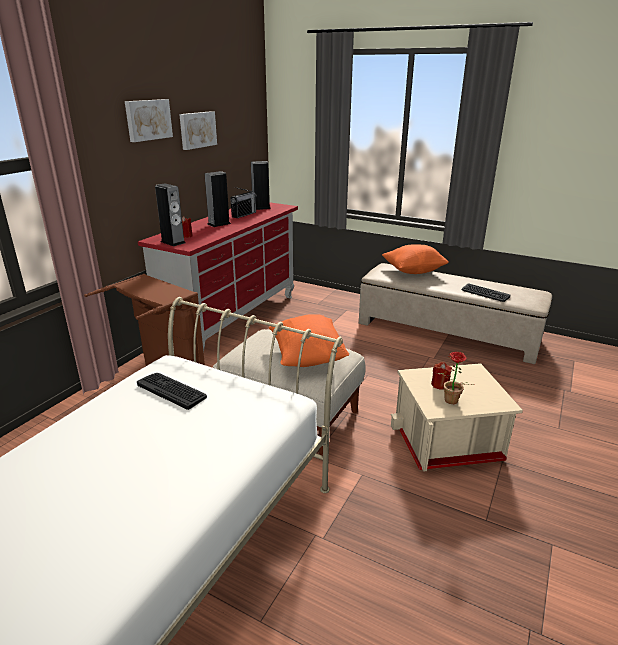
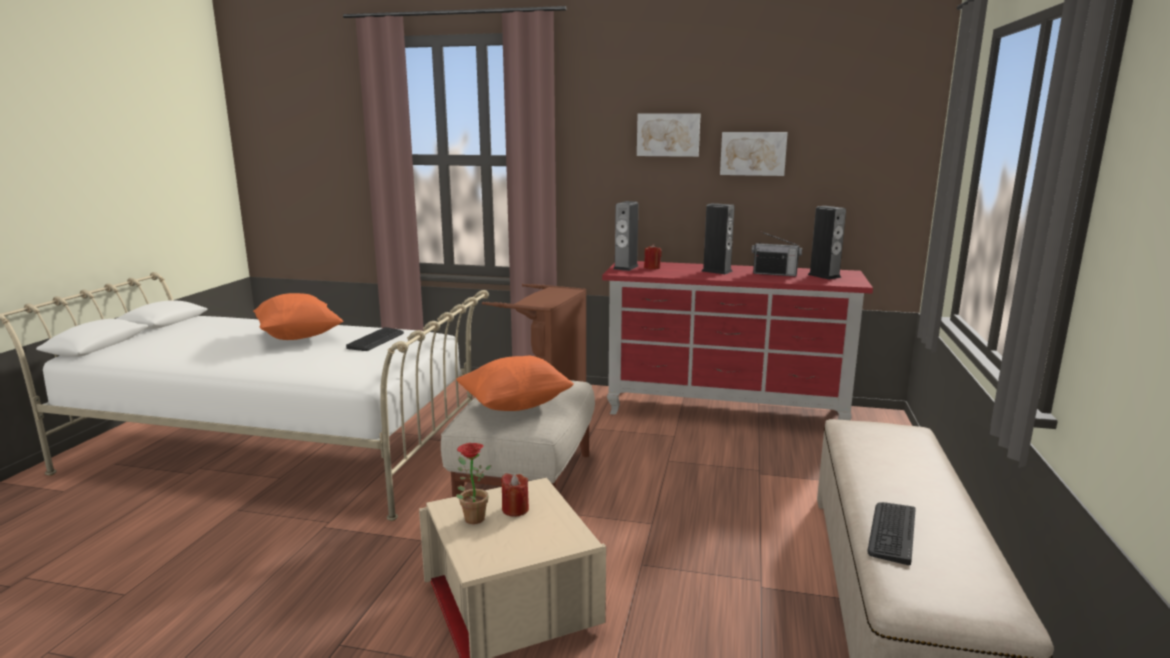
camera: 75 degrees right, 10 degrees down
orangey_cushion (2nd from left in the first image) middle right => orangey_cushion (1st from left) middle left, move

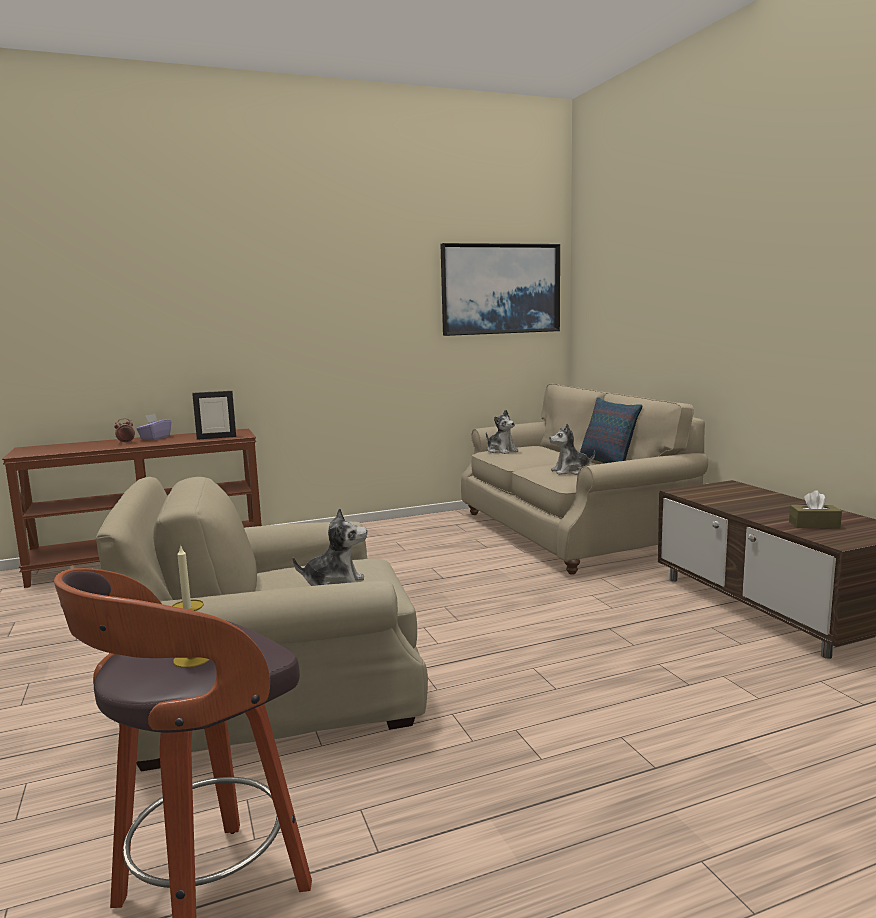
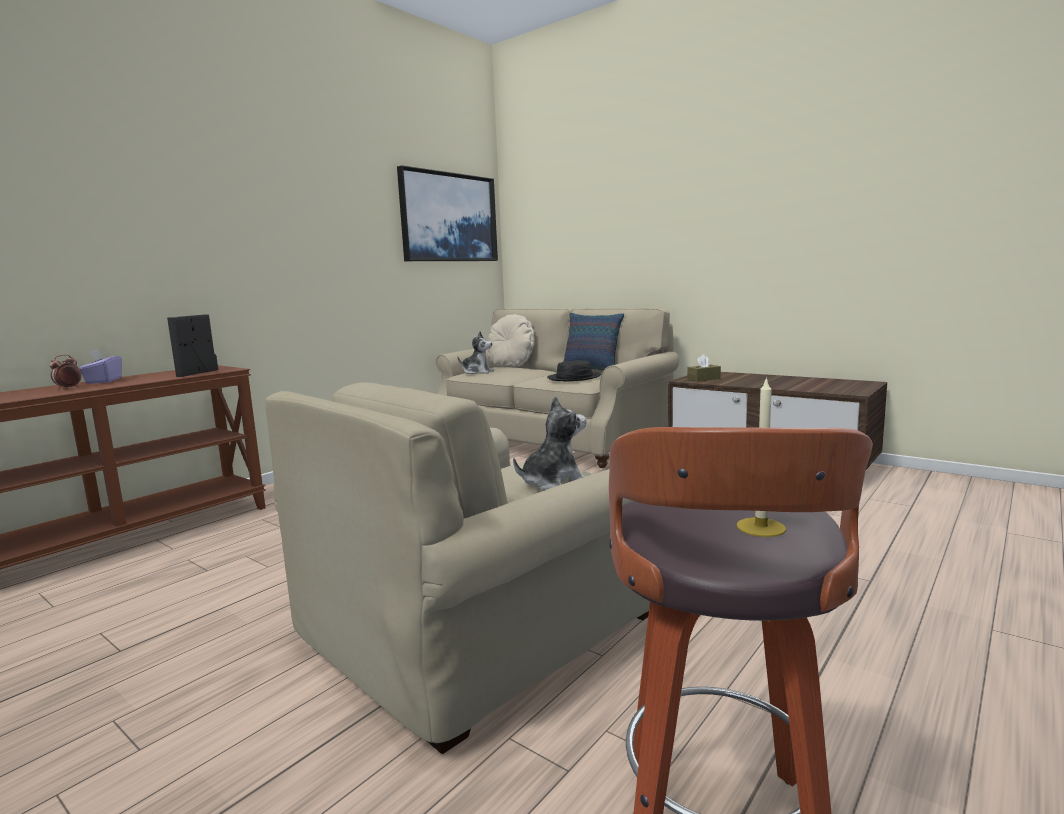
camera: 30 degrees left, 0 degrees up
standing_frame middle left, 150 degrees clockwise
plush_toy (3rd from left) centre => black-coloured_wearable_hat centre
brown-coloured_tissue_box middle right => brown-coloured_tissue_box centre, move
nothing => beige_cushion centre

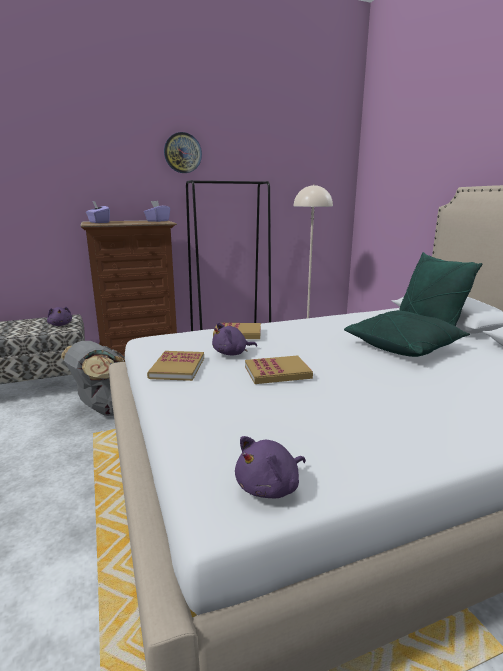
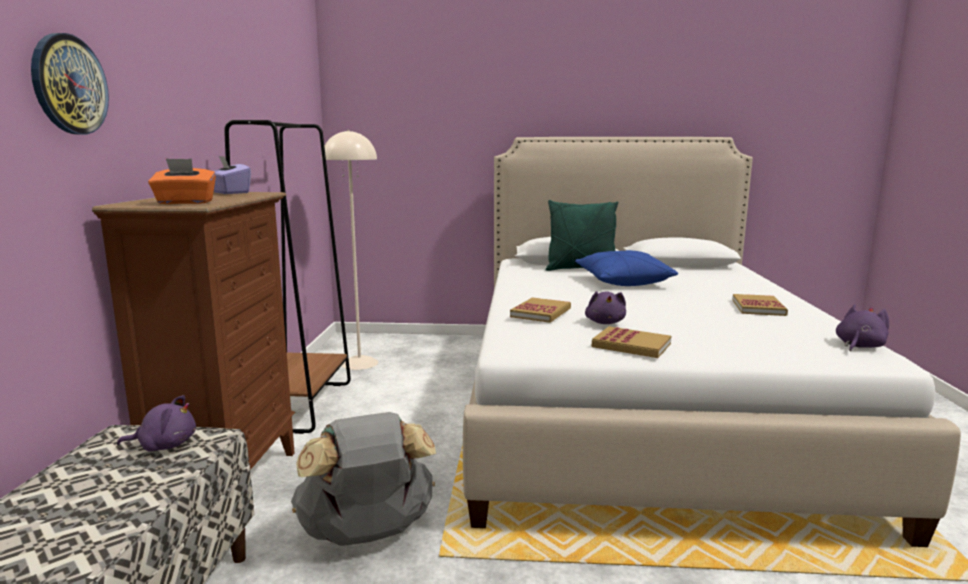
camera: 65 degrees left, 5 degrees down
purple_tissue_box (1st from left) top left => orangey_tissue_box top left
hanging_clock top centre => hanging_clock top left, move
purple_plush_toy (3rd from left) bottom centre => purple_plush_toy (3rd from left) middle right, 120 degrees counterclockwise
bound_book (3rd from left) centre => bound_book (3rd from left) middle right, move
green_cushion (1st from left) middle right => blue-coloured_cushion centre

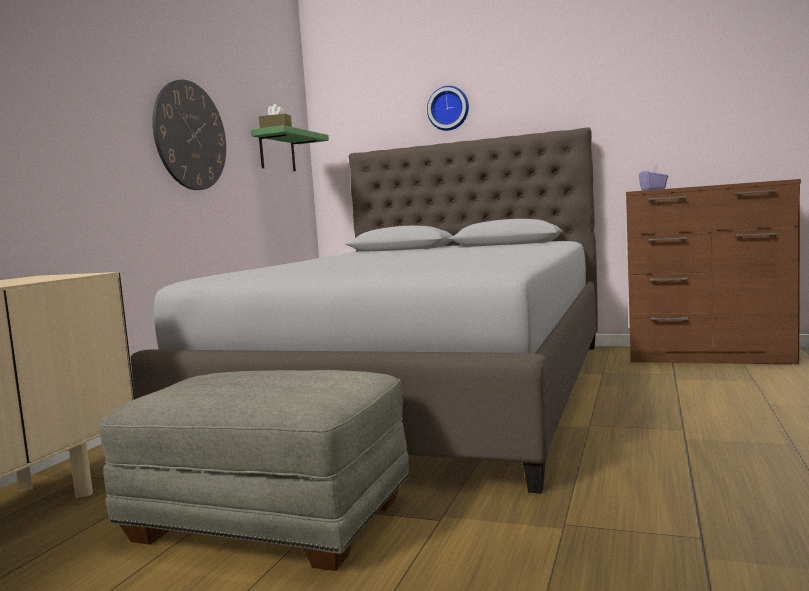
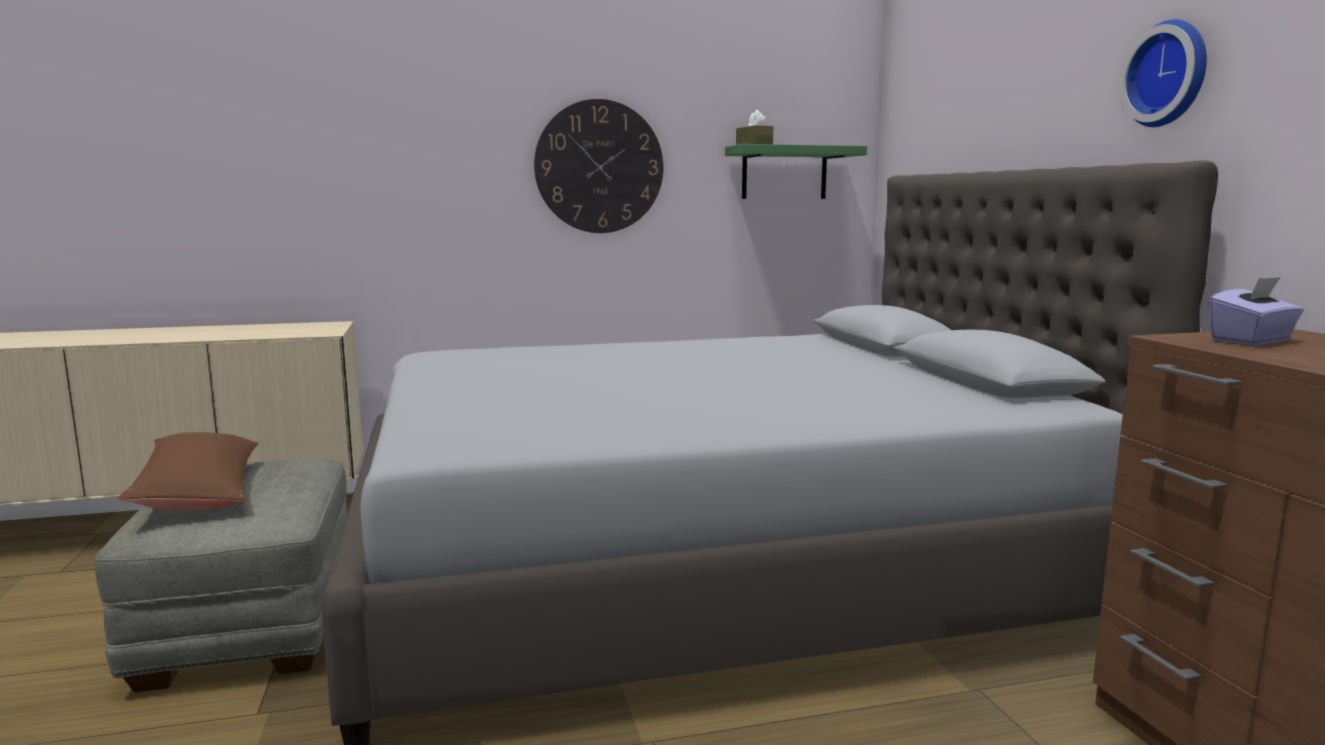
camera: 55 degrees right, 5 degrees up
hanging_clock (2nd from left) top centre => hanging_clock (2nd from left) top right, move
nothing => brown-coloured_cushion middle left

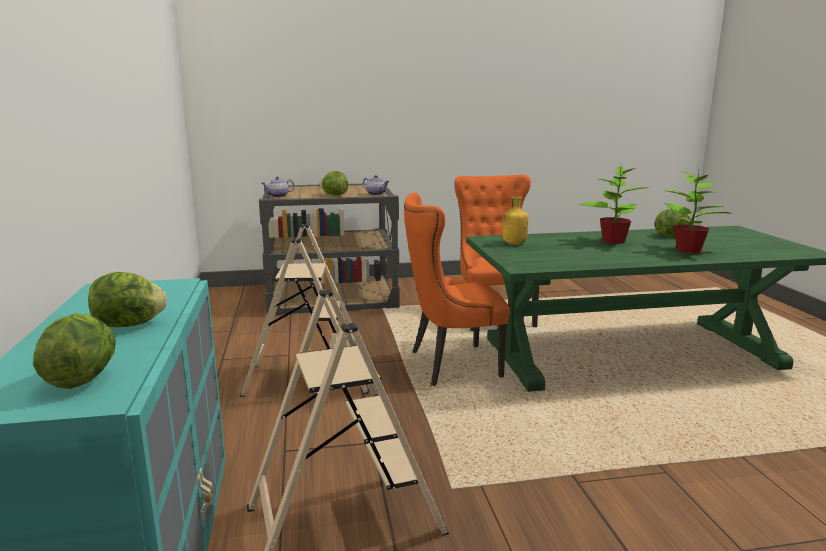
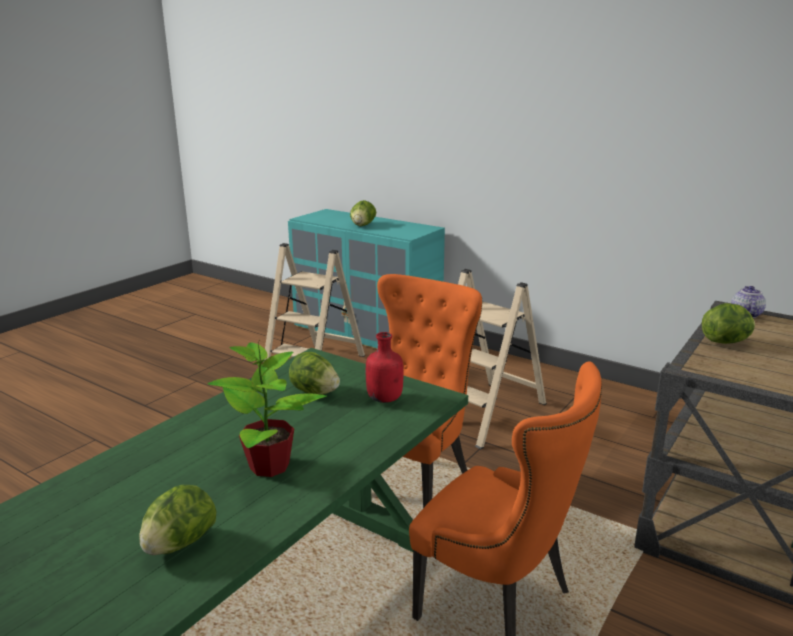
camera: 135 degrees right, 5 degrees up
lettuce_head (1st from left in the first image) middle left => lettuce_head (2nd from left) centre, move
teapot (2nd from left) centre => nothing
yellow-coloured_beverage_bottle centre => reddish_beverage_bottle centre
houseplant (2nd from left) middle right => nothing

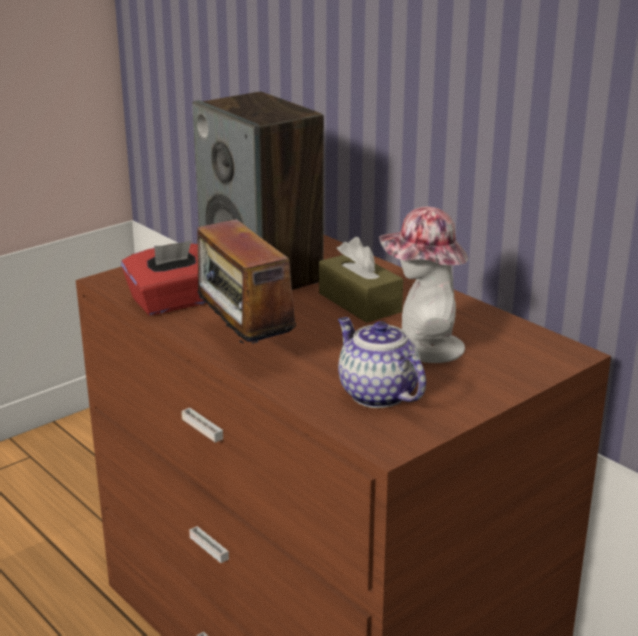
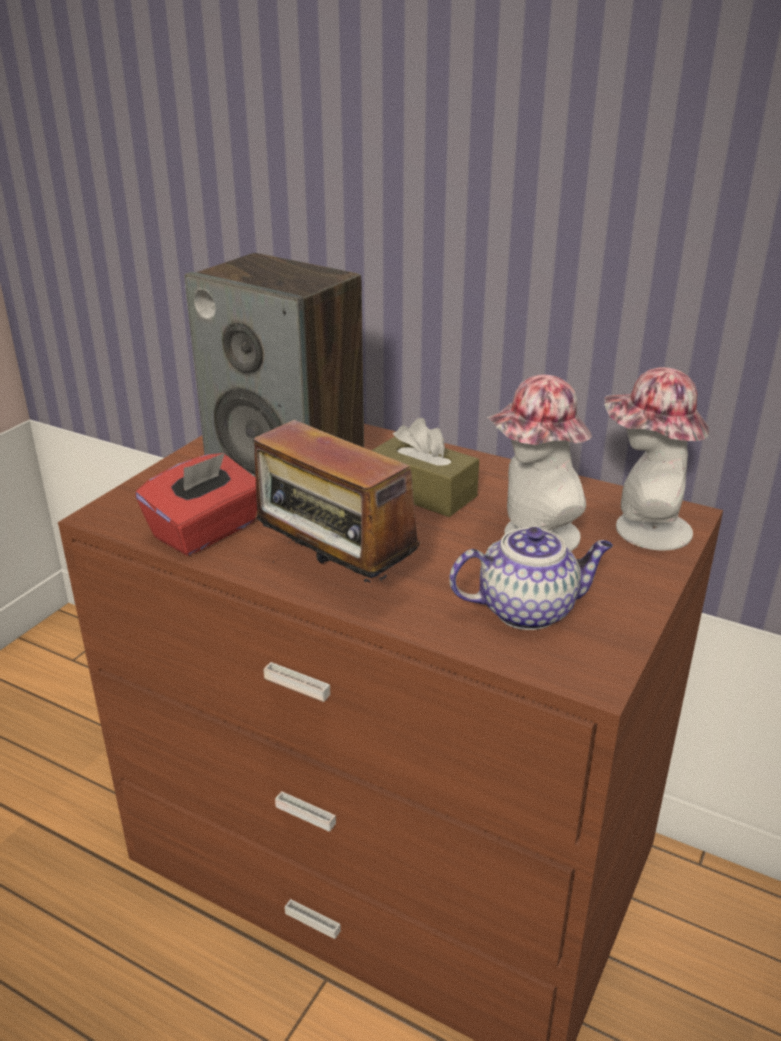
camera: 20 degrees left, 5 degrees up
teapot centre => teapot middle right, 135 degrees clockwise
nothing => wearable_hat (2nd from left) middle right

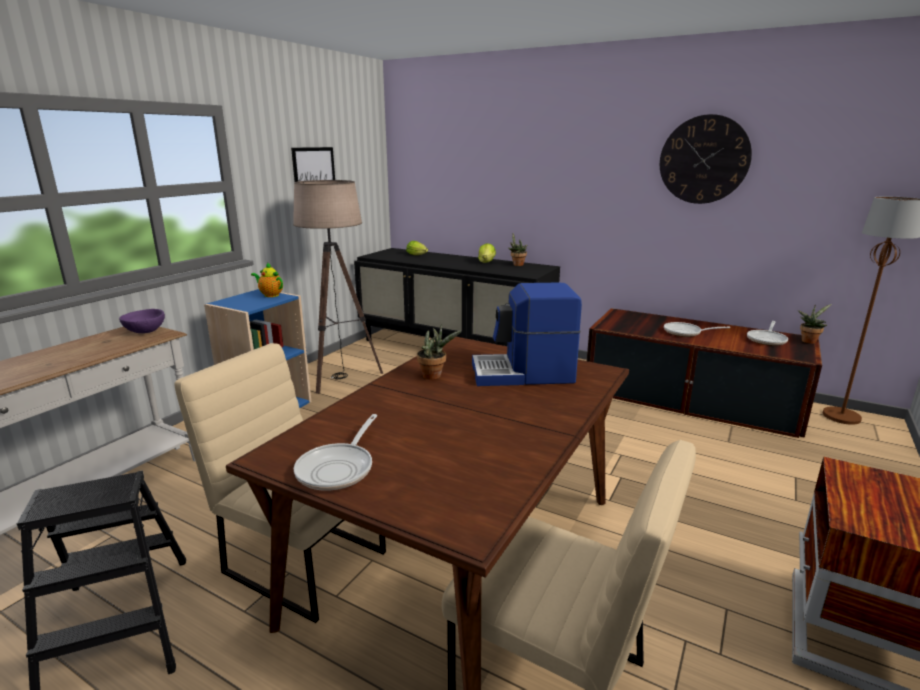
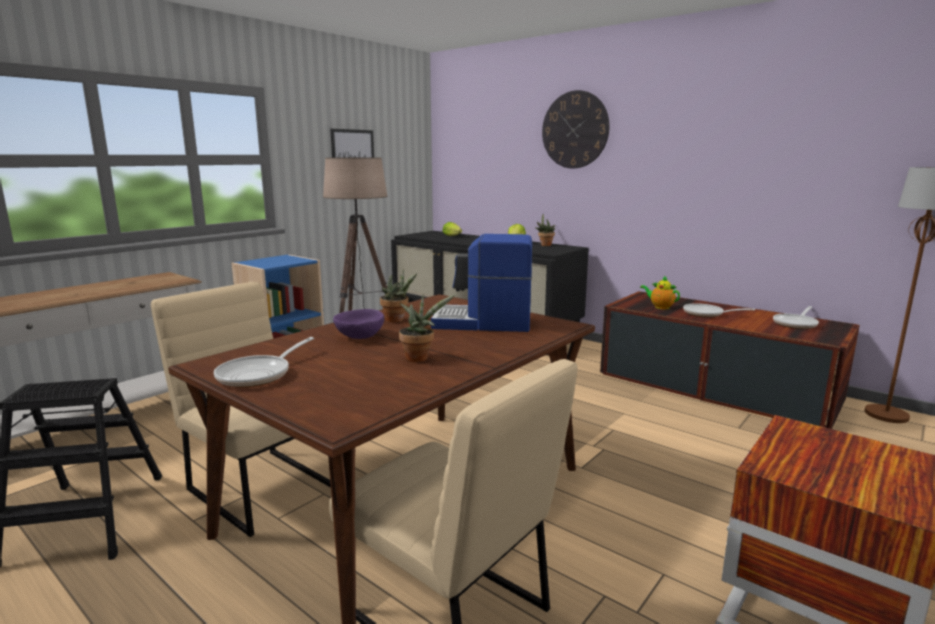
camera: 10 degrees right, 5 degrees down
purple_bowl middle left => purple_bowl centre, move
teapot middle left => teapot middle right, move
hanging_clock top right => hanging_clock top centre, move
houseplant (3rd from left in the first image) middle right => houseplant (2nd from left) centre, move

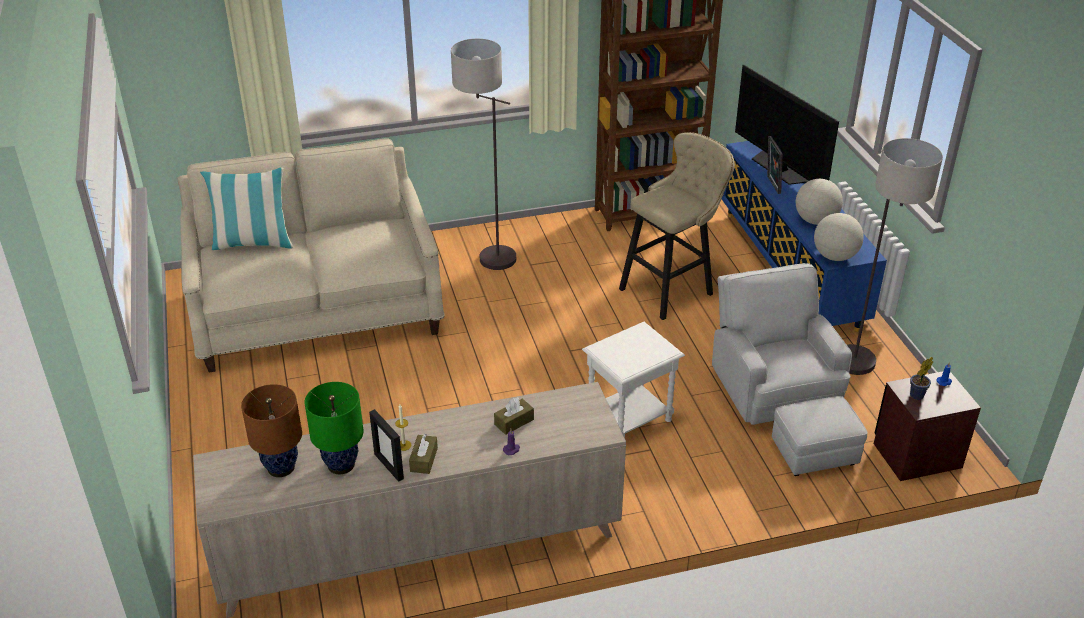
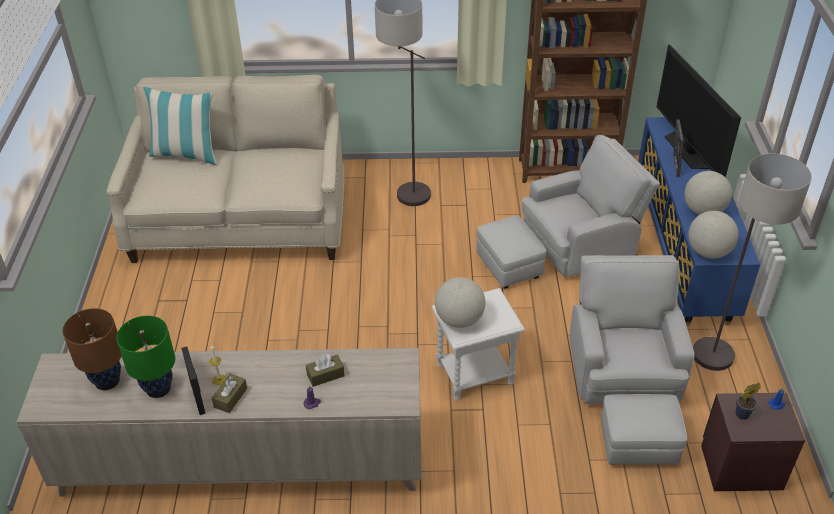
camera: 15 degrees right, 5 degrees up
beige_stool centre => white_lounge_chair (1st from left) middle right
nothing => world_globe (1st from left) centre

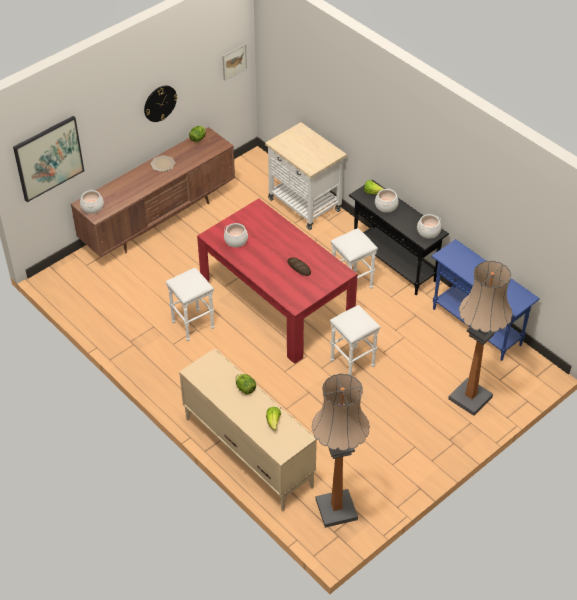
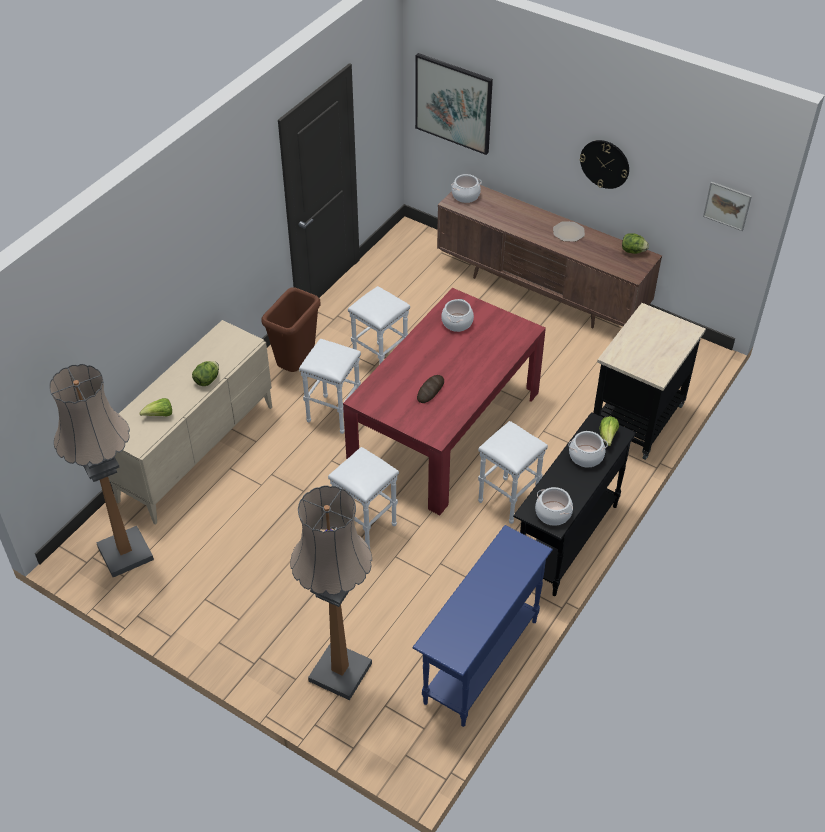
camera: 75 degrees right, 0 degrees up
white_wheeled_cart top centre => black-coloured_wheeled_cart middle right
nothing => brown-coloured_waste_bin centre
nothing => white_stool (1st from left) centre

